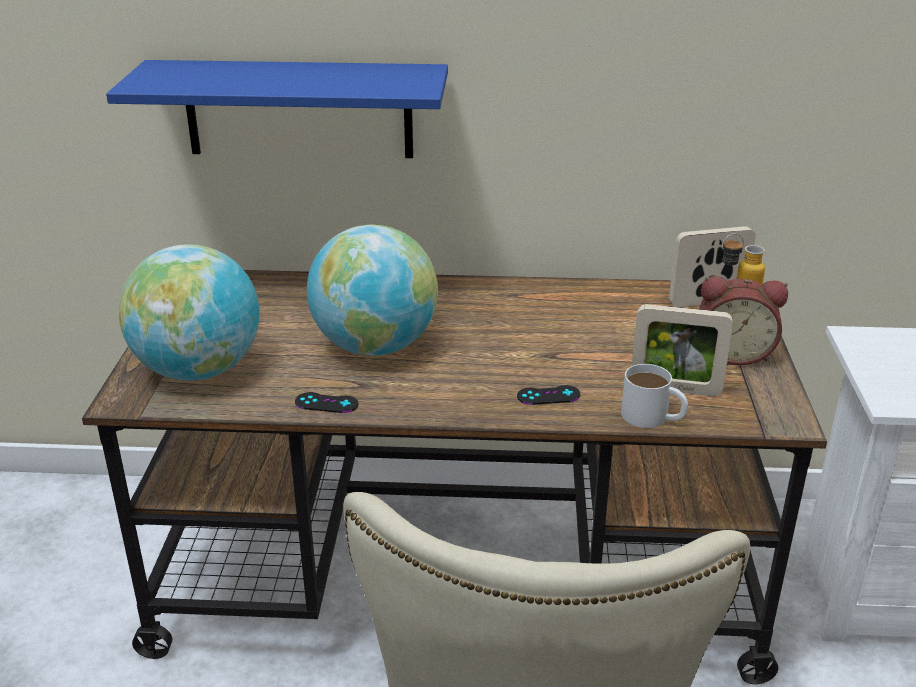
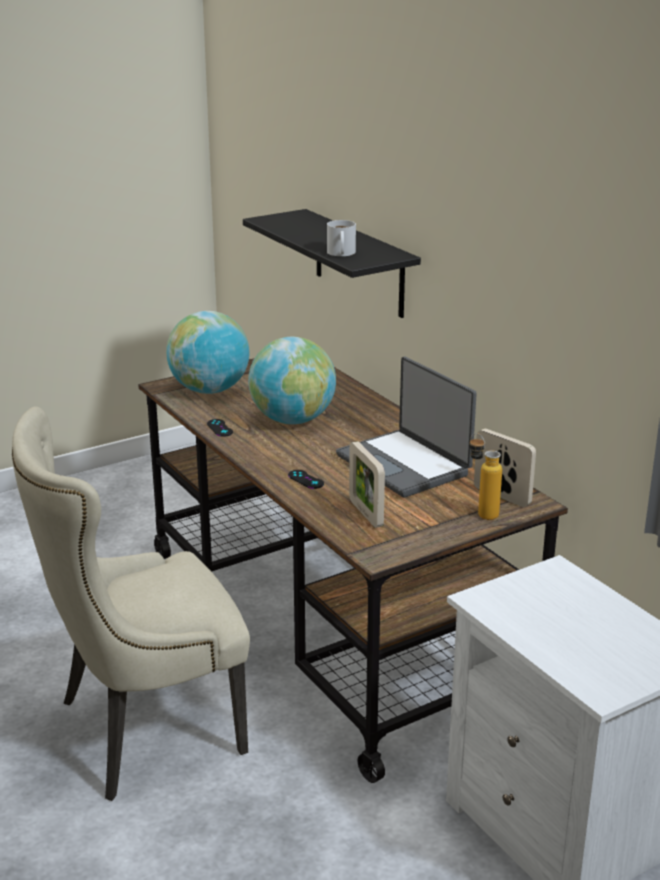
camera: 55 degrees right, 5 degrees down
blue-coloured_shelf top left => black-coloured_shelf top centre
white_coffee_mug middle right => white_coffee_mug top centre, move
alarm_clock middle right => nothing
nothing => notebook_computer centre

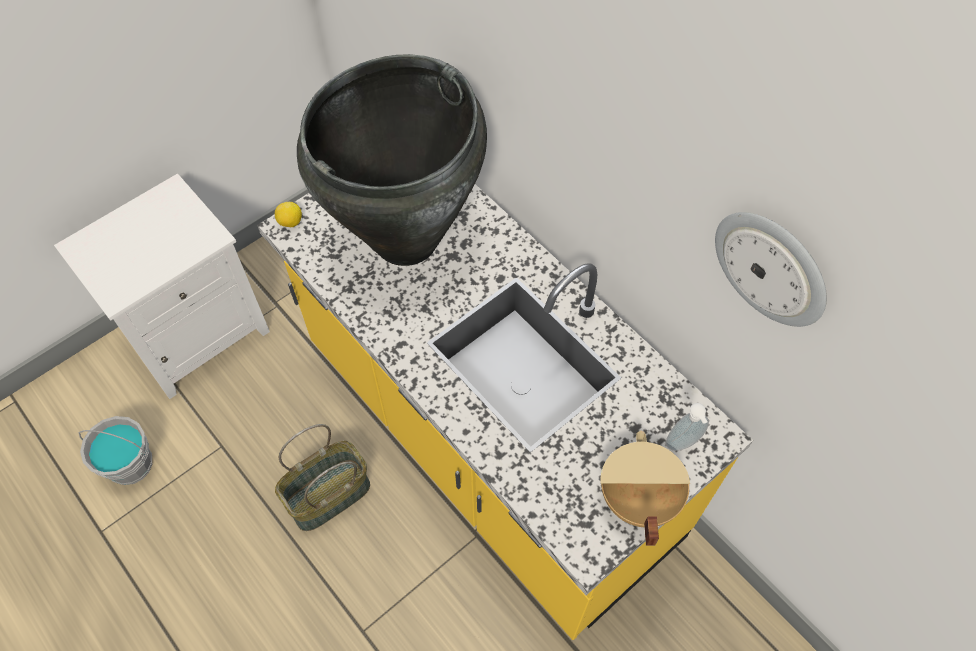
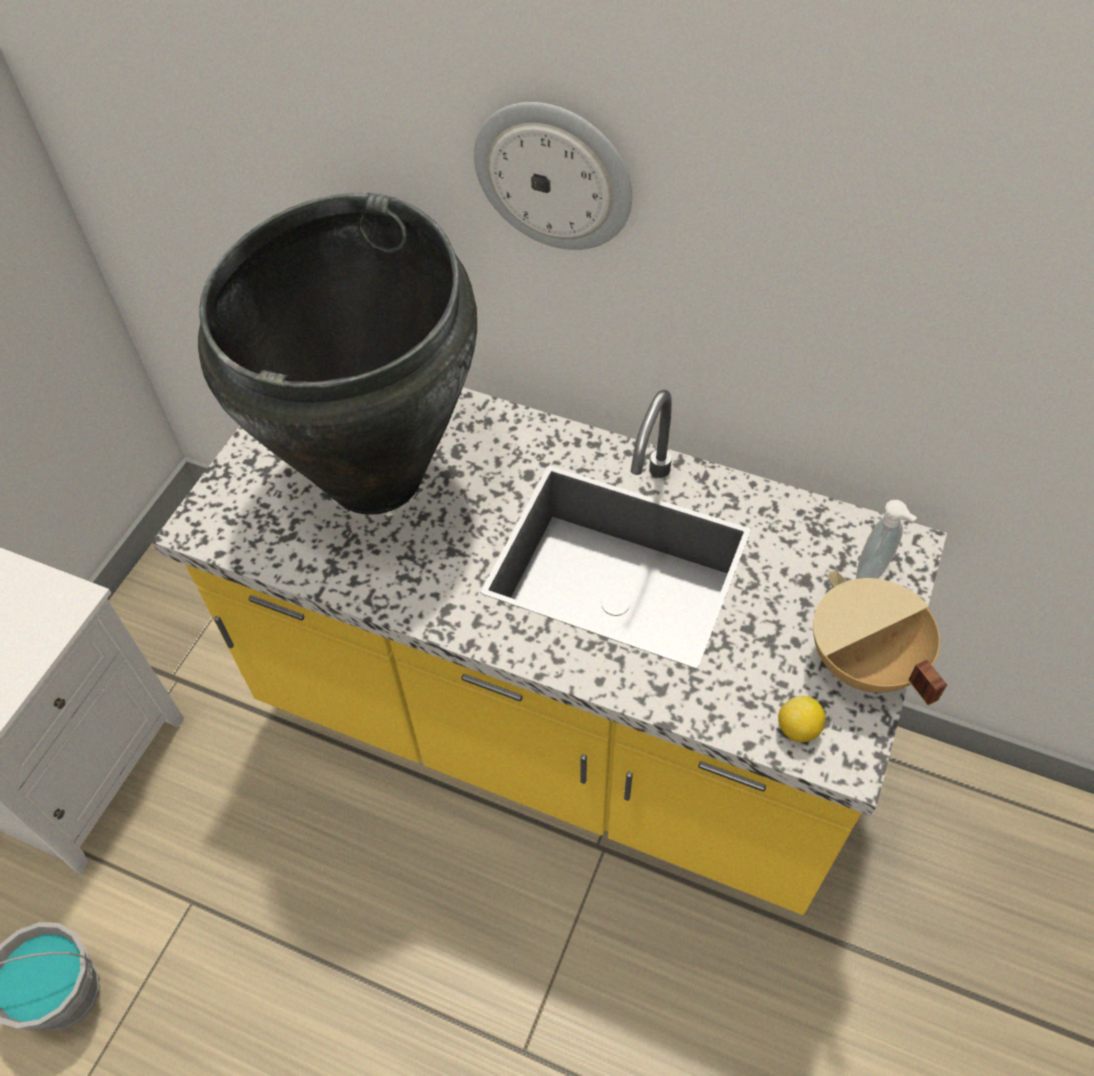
camera: 25 degrees left, 5 degrees down
lemon top left => lemon bottom right, move
basket bottom left => nothing
hanging_clock middle right => hanging_clock top centre, move

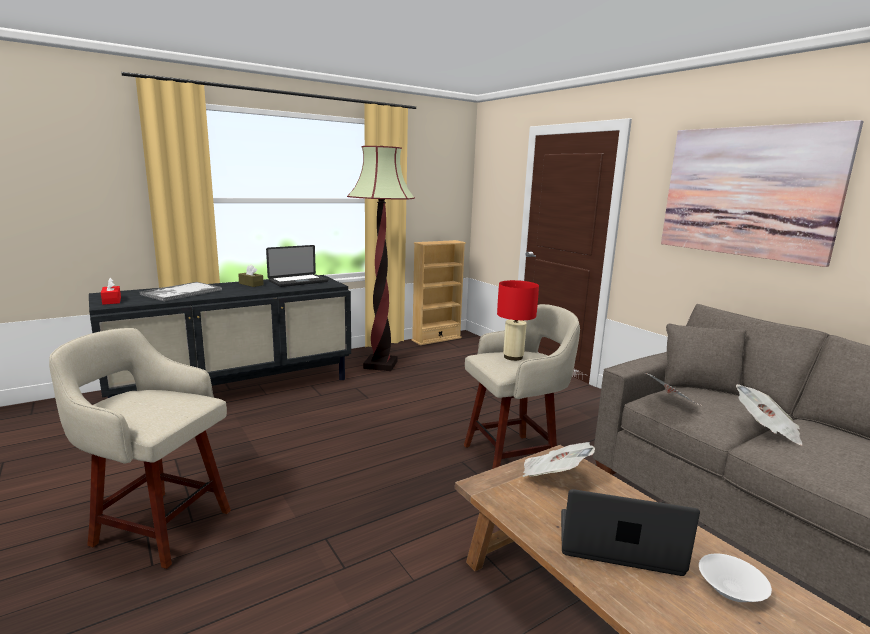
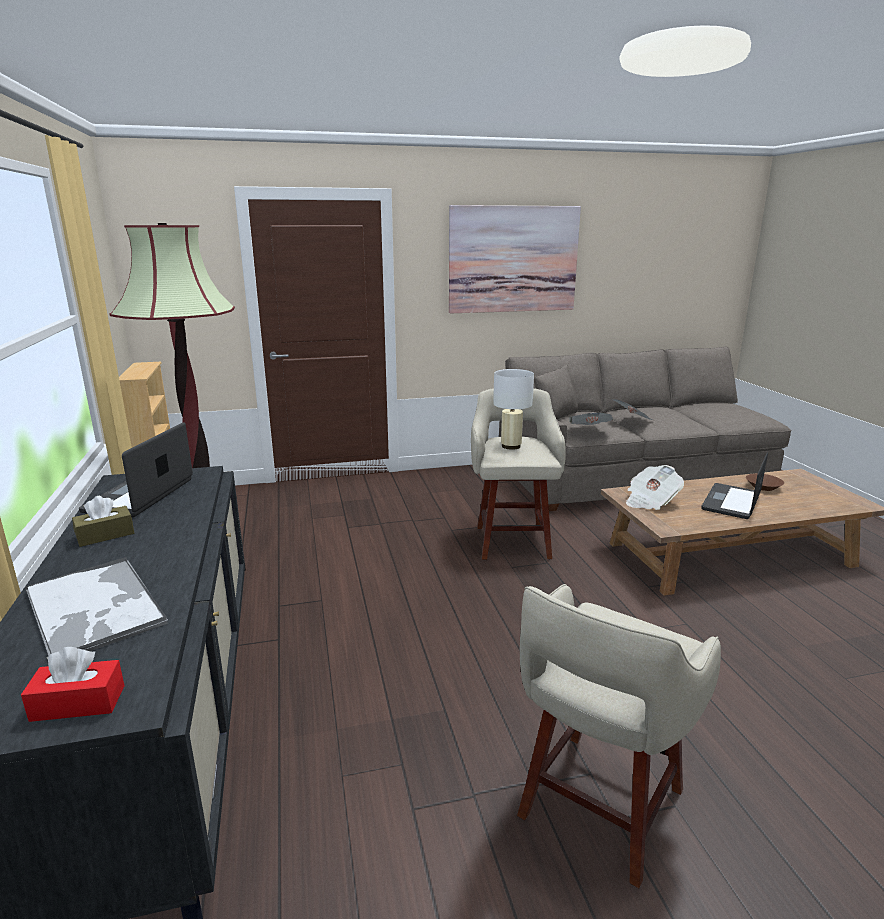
camera: 70 degrees left, 5 degrees up
notebook_computer (1st from left) centre => notebook_computer (1st from left) middle left, 150 degrees counterclockwise
reddish_lamp_for_a_table centre => white_lamp_for_a_table centre
white_bowl bottom right => brown-coloured_bowl middle right

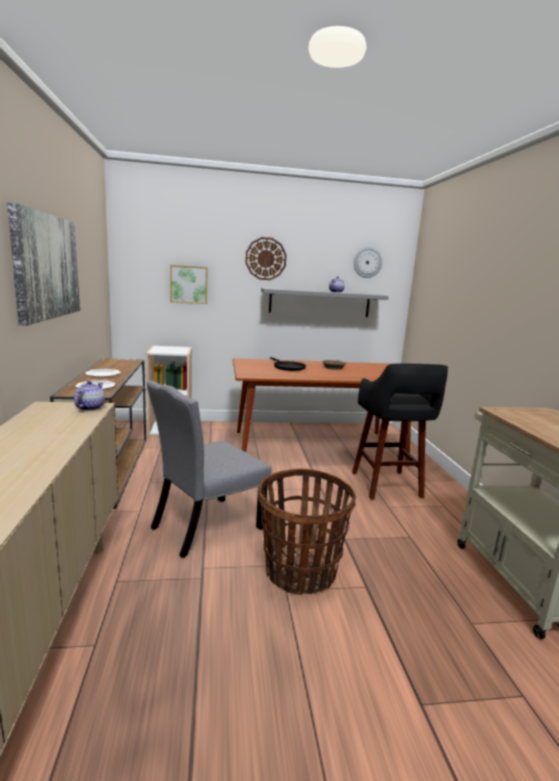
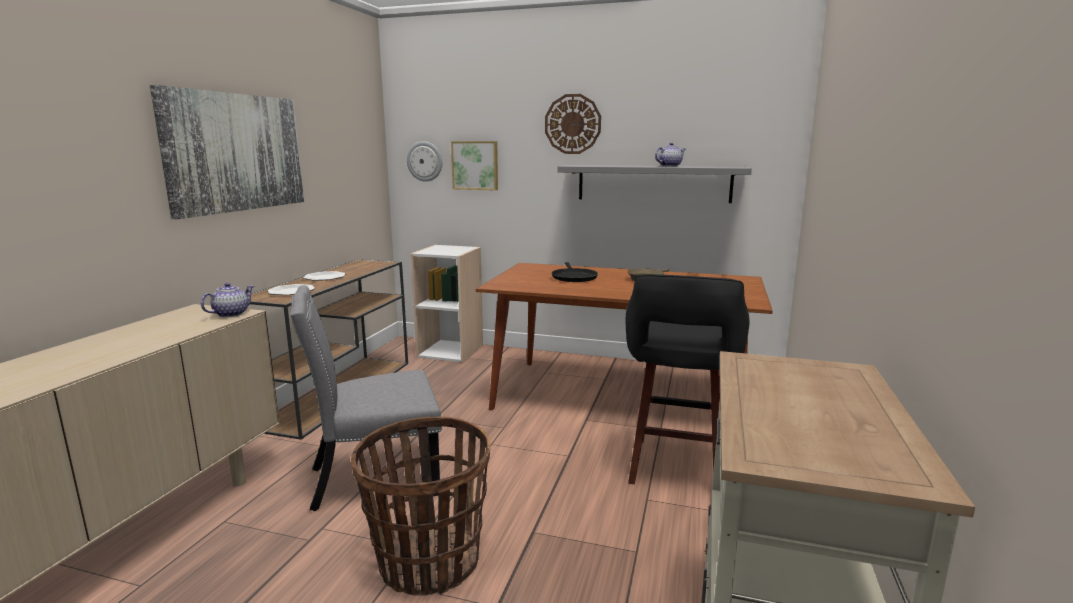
camera: 25 degrees right, 0 degrees up
hanging_clock (2nd from left in the first image) centre => hanging_clock (1st from left) top centre, move

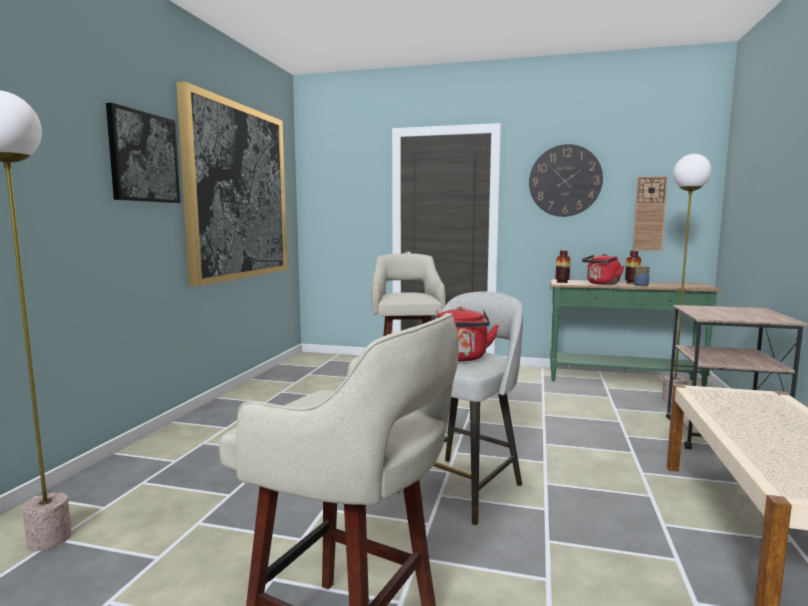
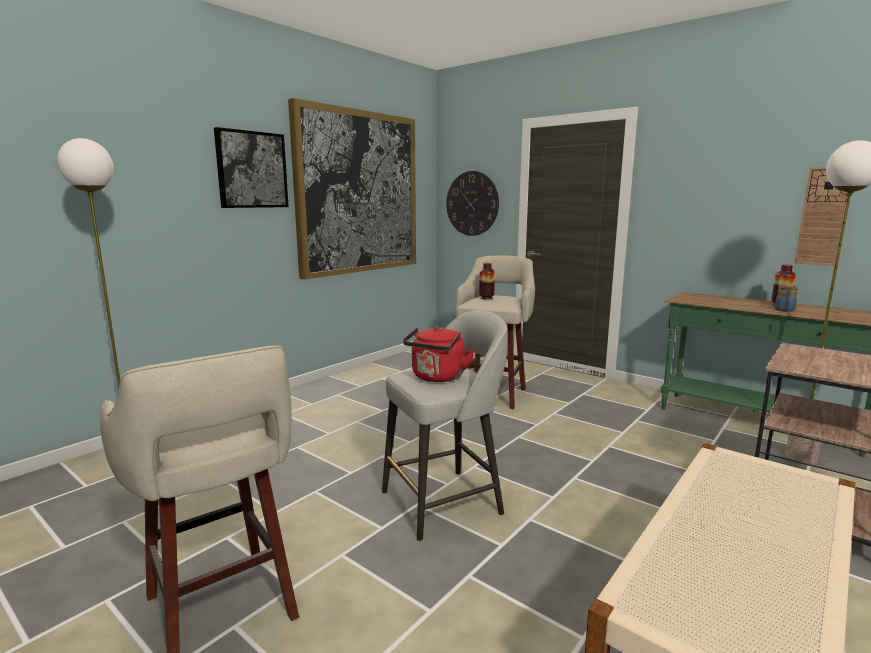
camera: 25 degrees right, 5 degrees up
hanging_clock (1st from left) top right => hanging_clock (1st from left) top centre, move
decorative_vase (1st from left) middle right => decorative_vase (1st from left) centre, move
reddish_water_kettle (2nd from left) middle right => nothing

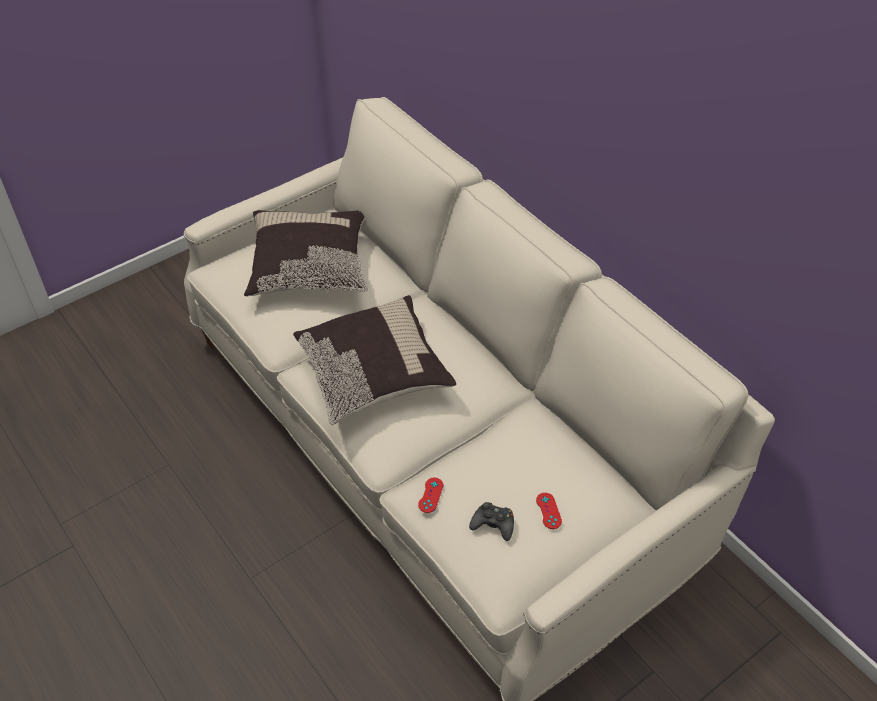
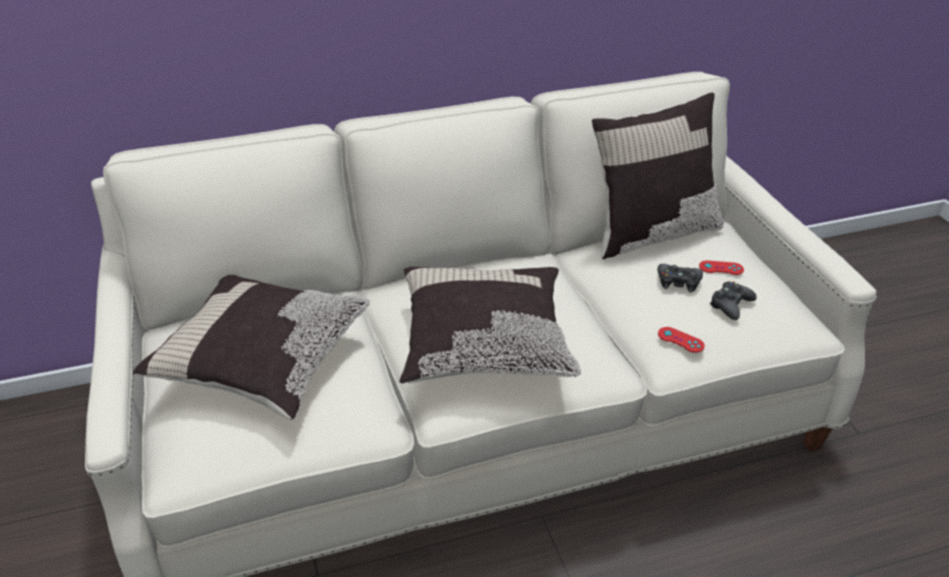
camera: 70 degrees left, 10 degrees down
nothing => cushion (3rd from left) top right
nothing => black-coloured_joypad (1st from left) middle right

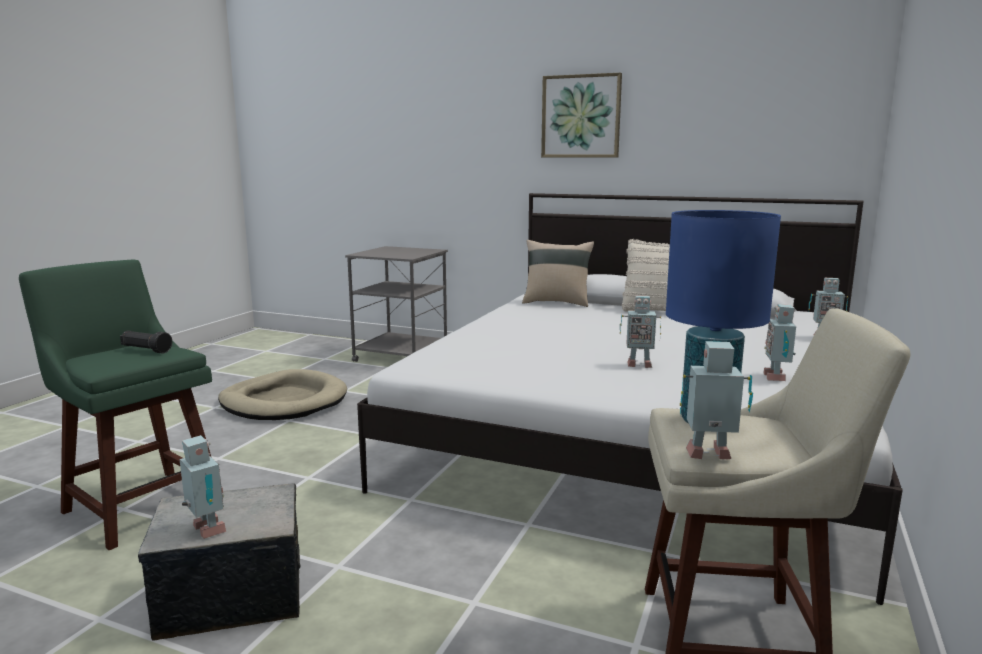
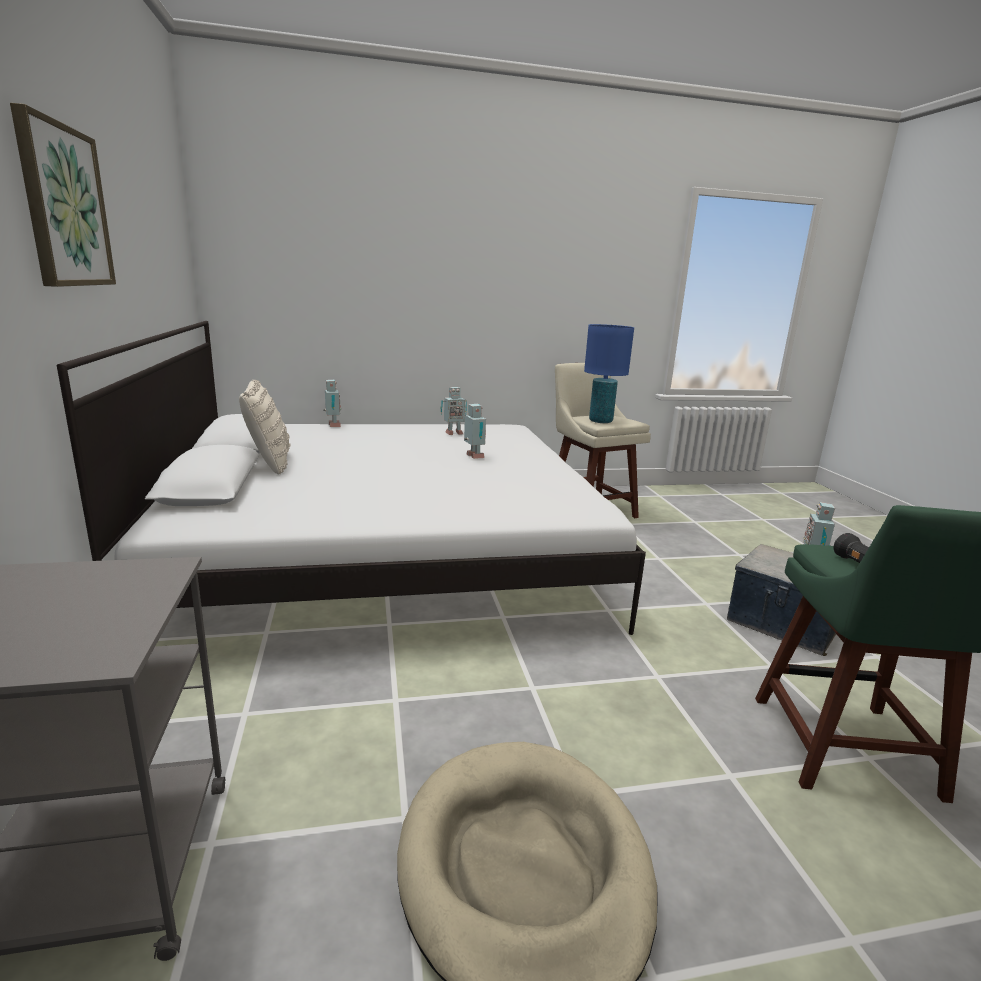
camera: 125 degrees left, 5 degrees up
beige_cushion (1st from left) centre => nothing
model_robot (3rd from left) middle right => nothing

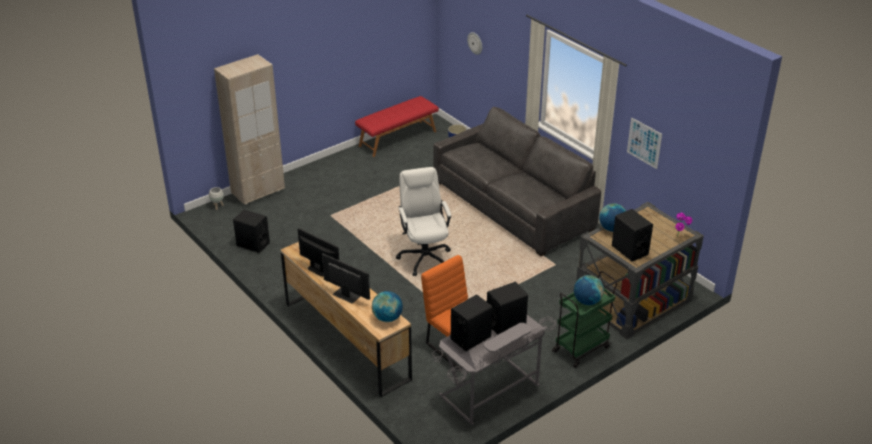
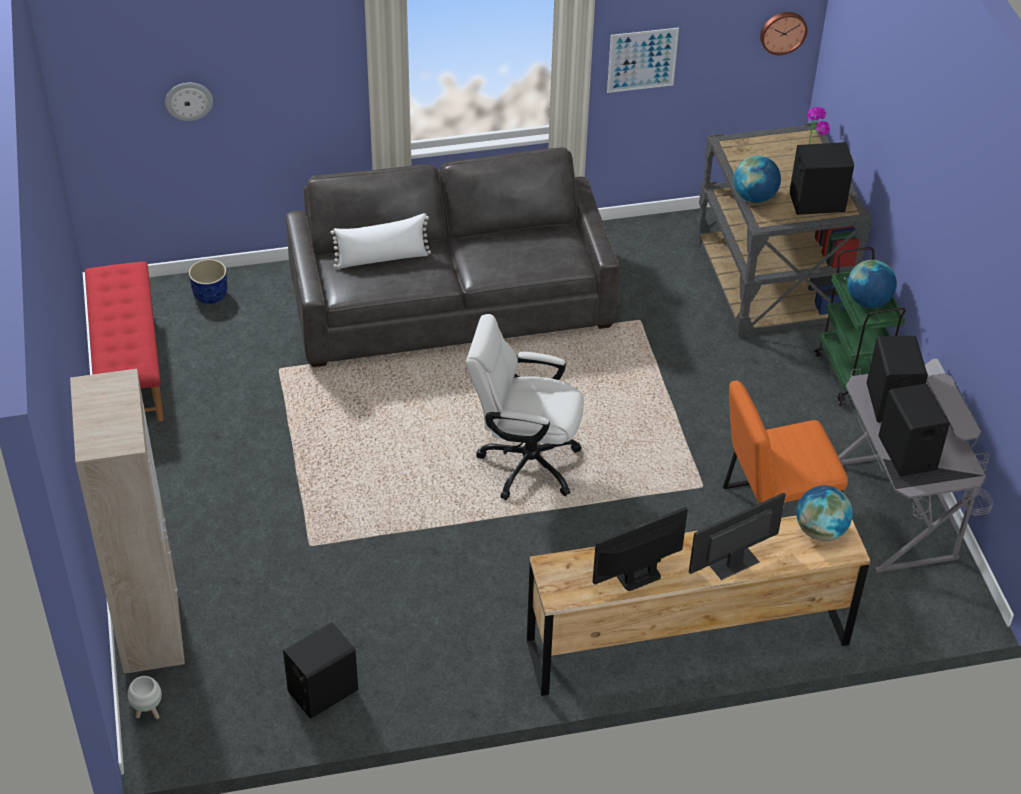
camera: 65 degrees left, 10 degrees up
nothing => white_cushion top centre
nothing => hanging_clock (2nd from left) top right

